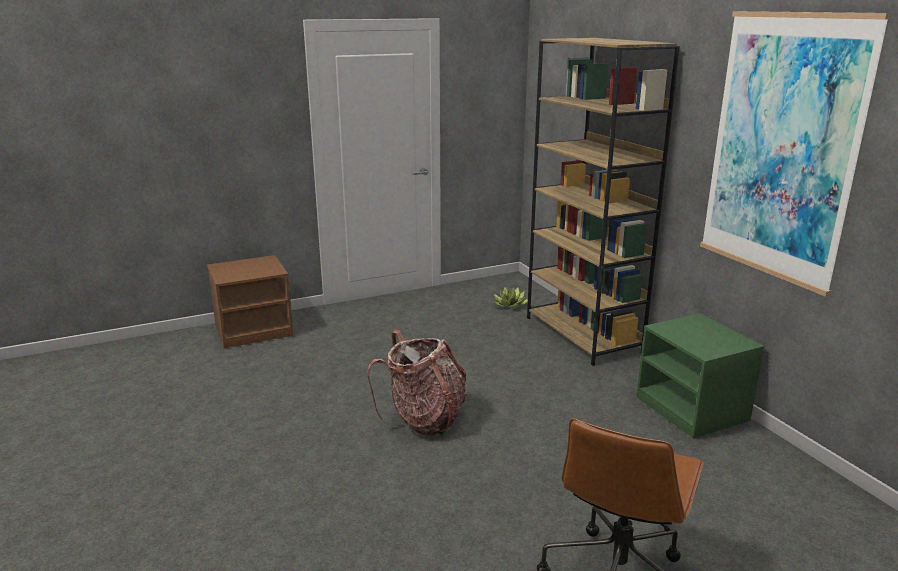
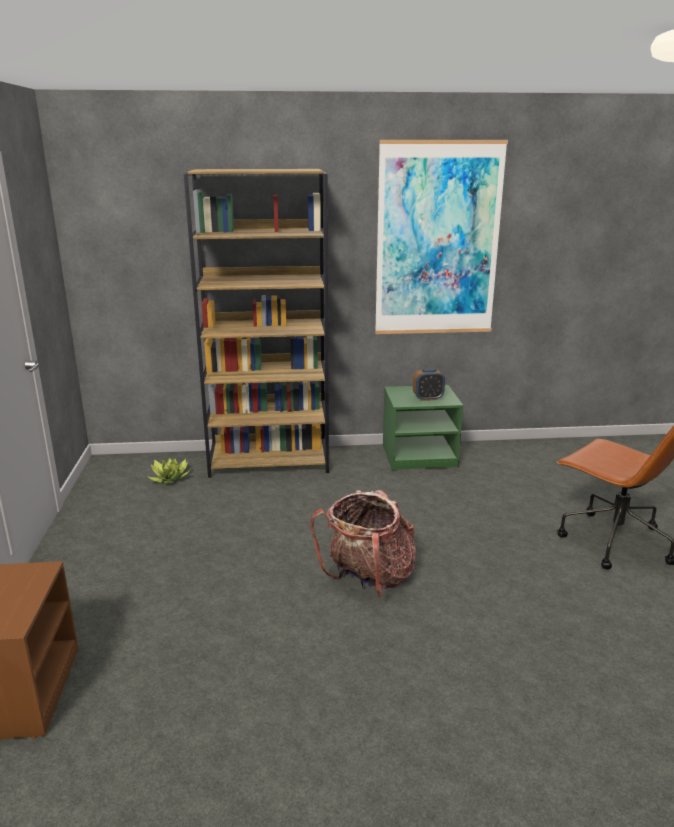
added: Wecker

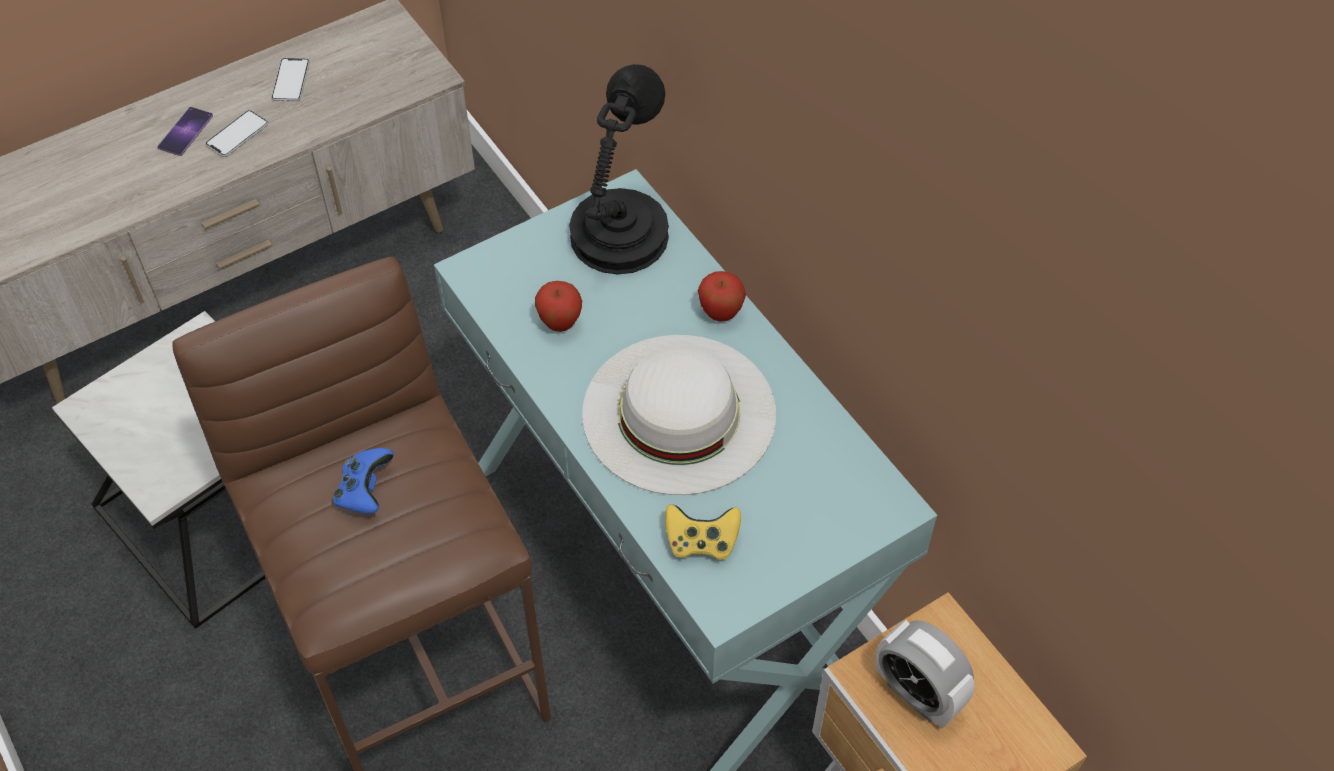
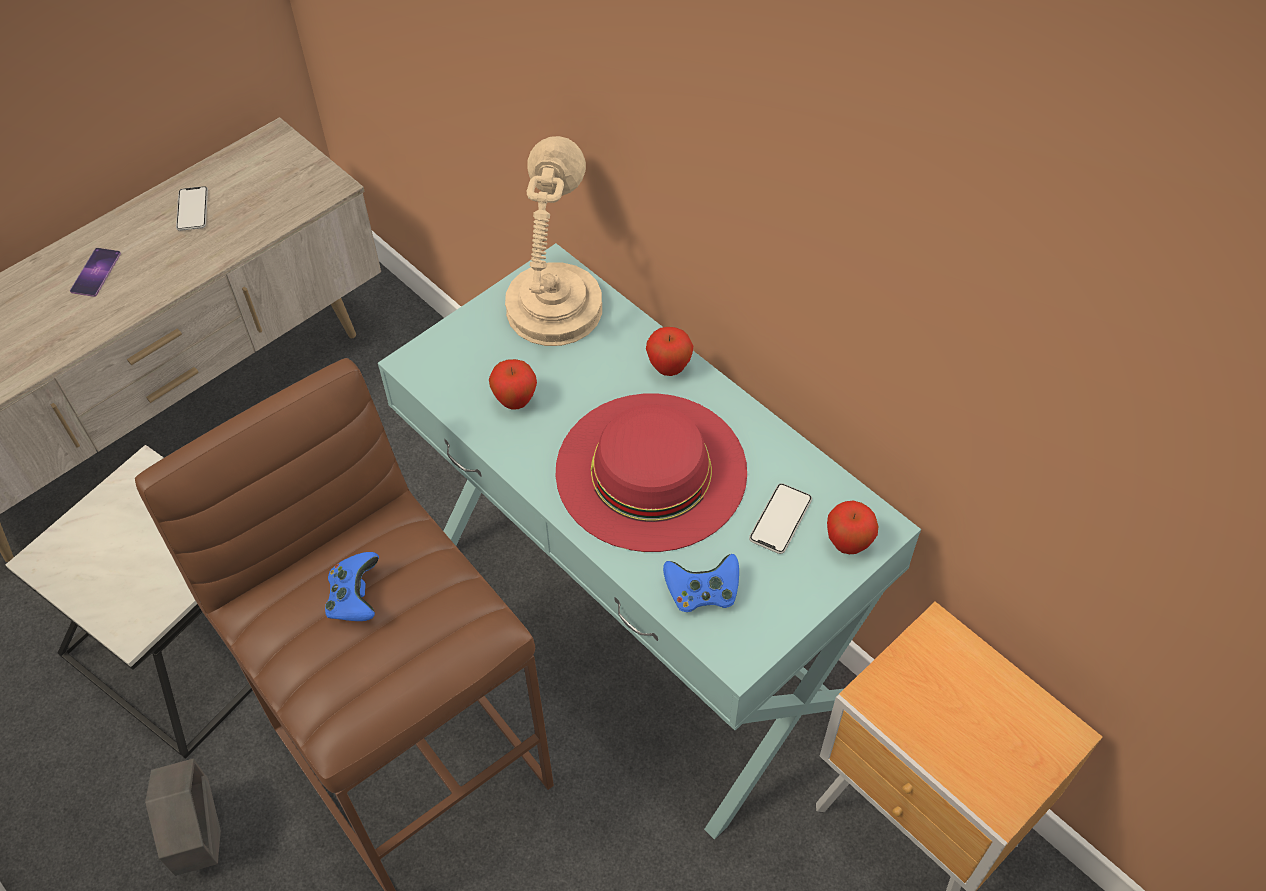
removed: Wecker
added: Pflanzkübel (grau); Apfel (3rd from left)
moved: Handy (2nd from left in the first image) to Handy (3rd from left)
recoloured: Tischlampe (schwarz) to Tischlampe (beige); Hut (weiß) to Hut (rot); Gamepad (gelb) to Gamepad (blau) (2nd from left)

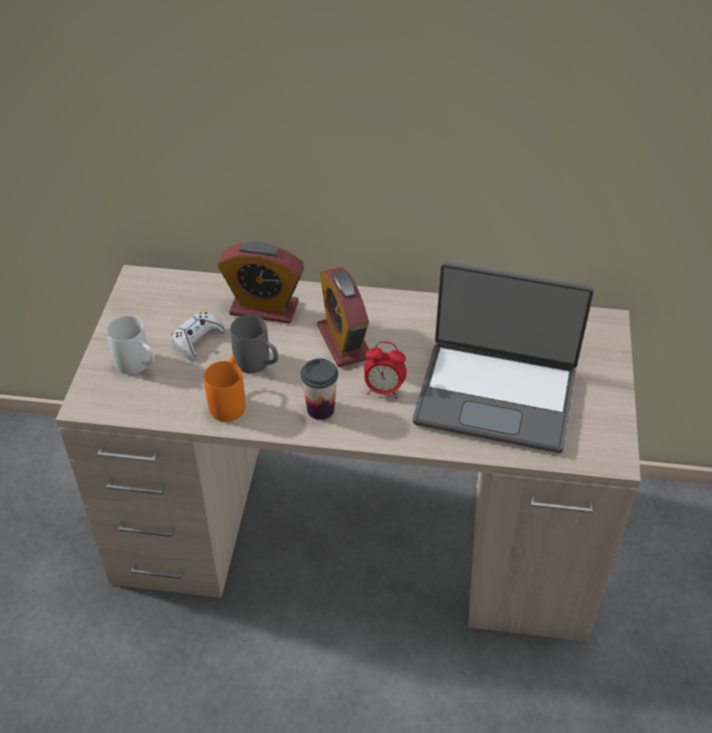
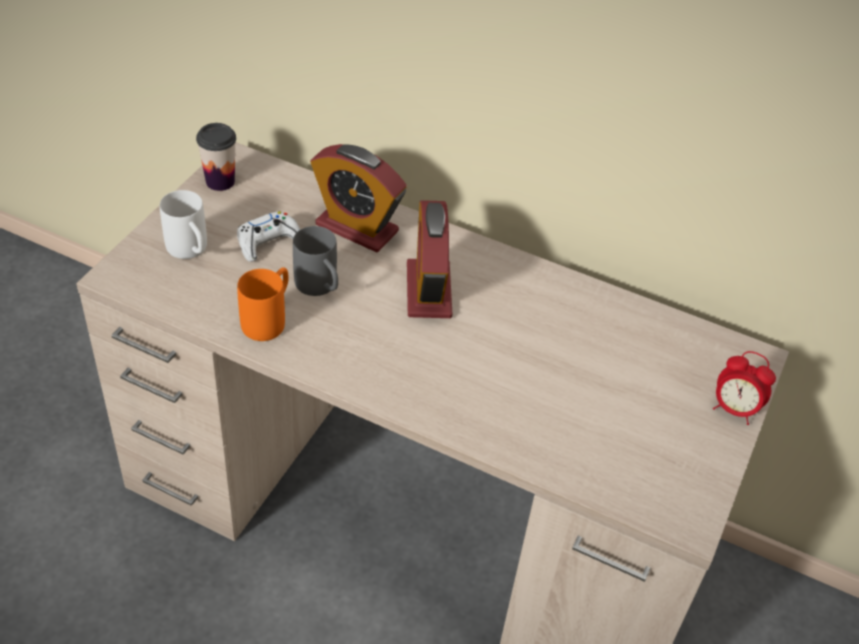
removed: Laptop
moved: Tasse; Wecker (3rd from left)

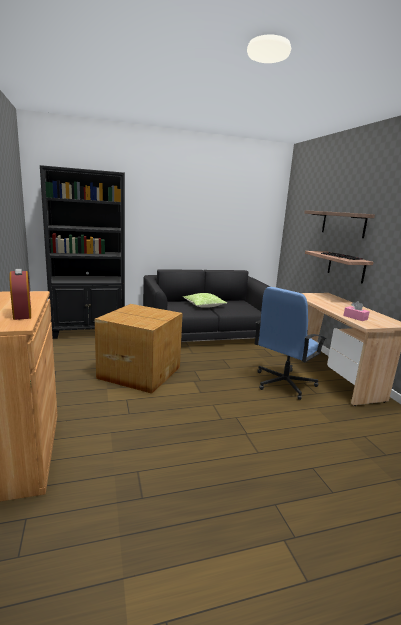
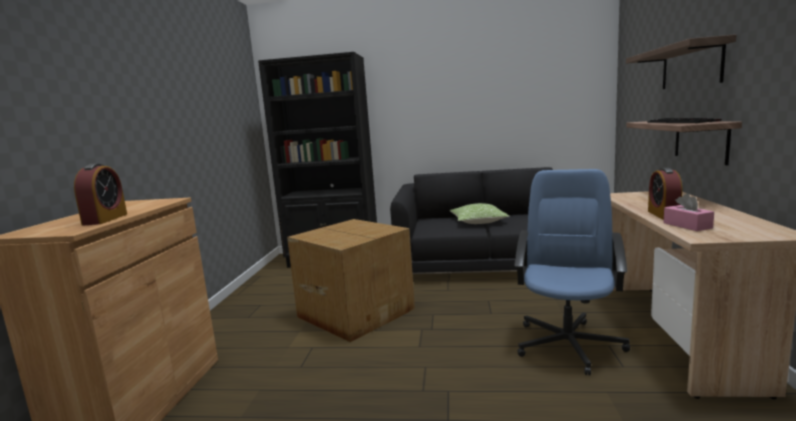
added: Wecker (2nd from left)
turned: Bürostuhl (blau) 135 degrees clockwise

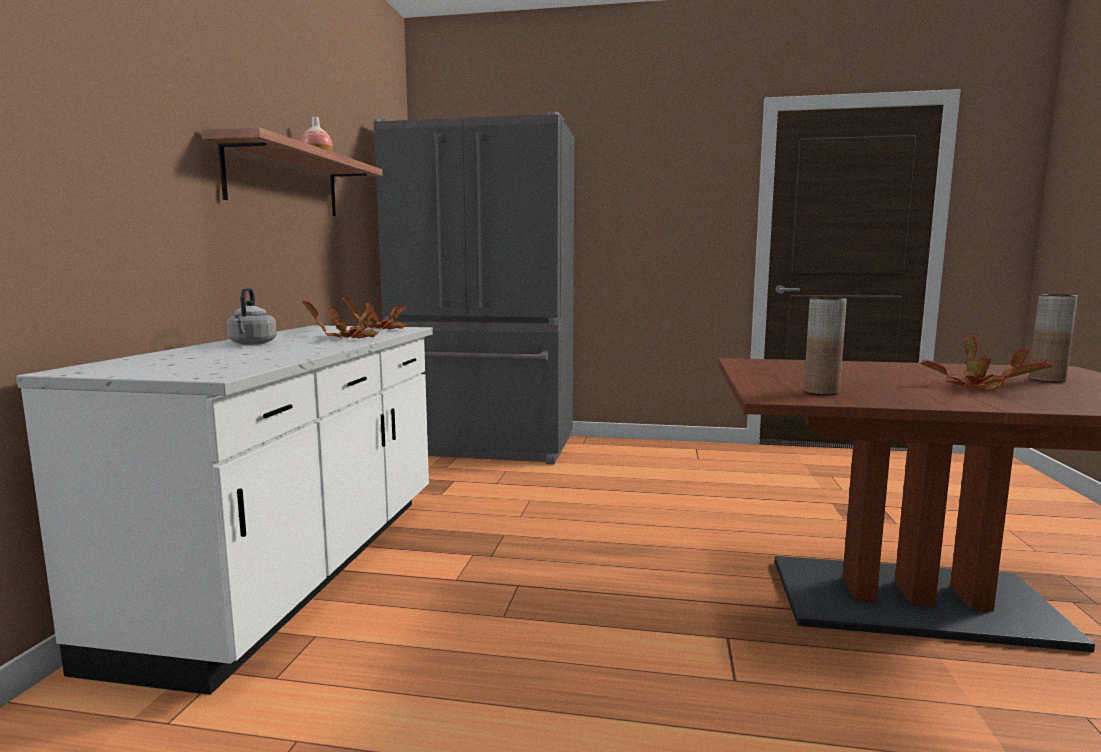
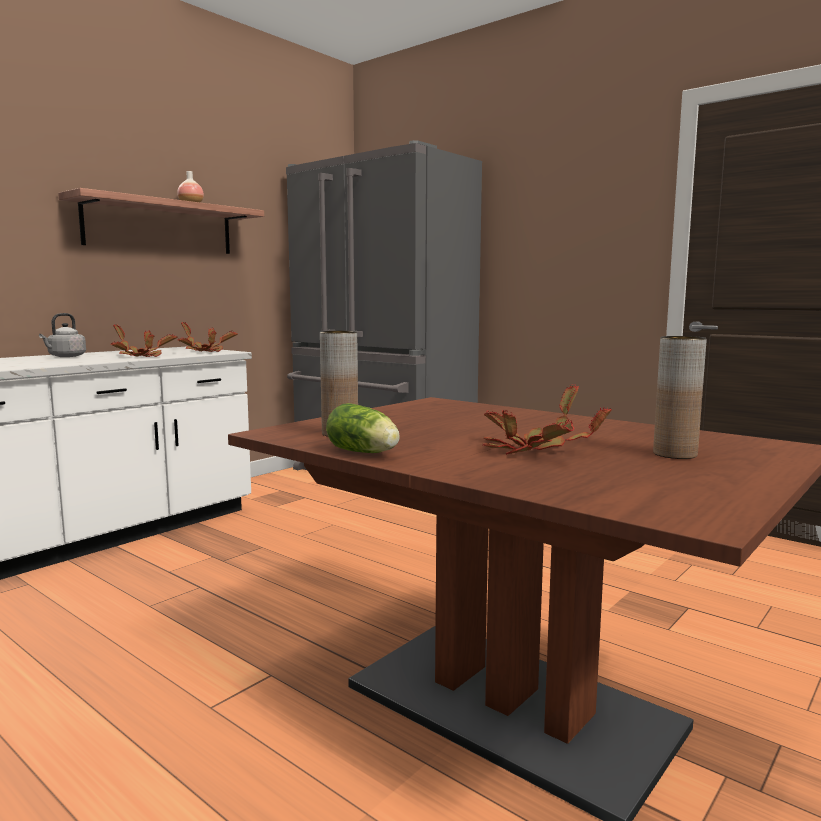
added: Salatkopf

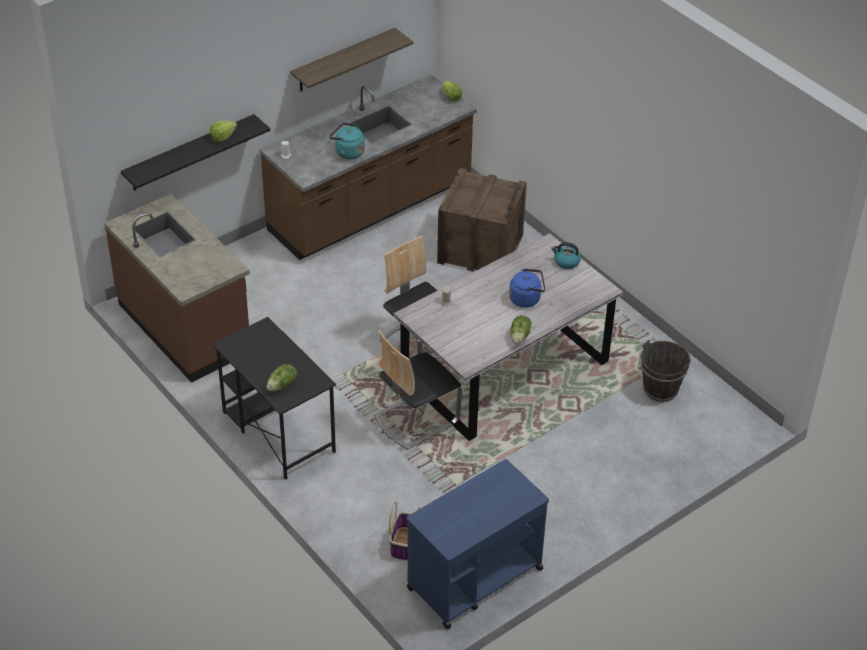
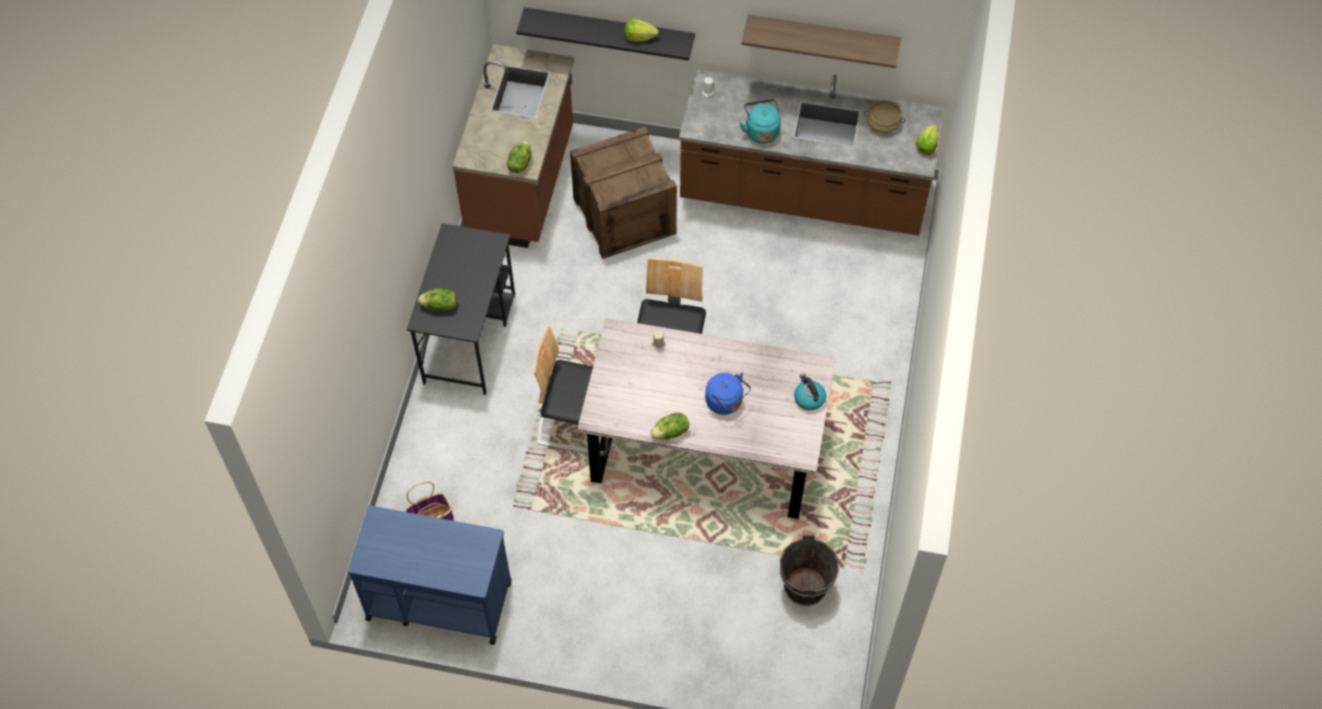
added: Salatkopf (2nd from left); Kochtopf (beige)
moved: Kiste

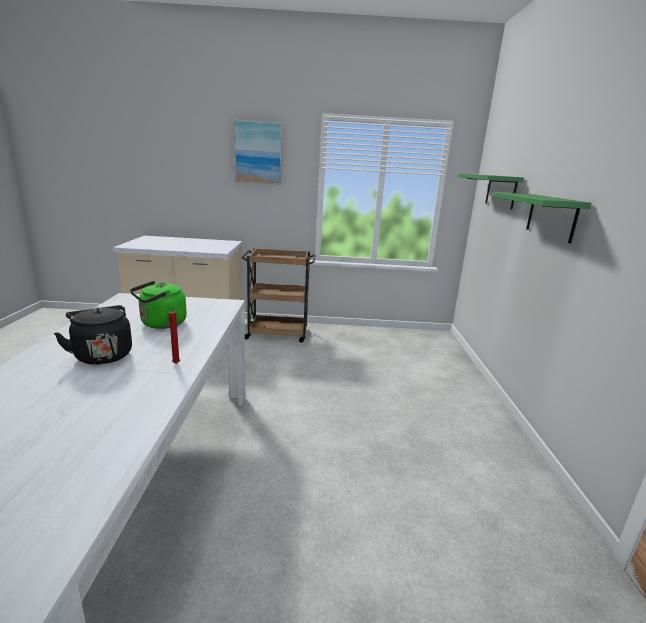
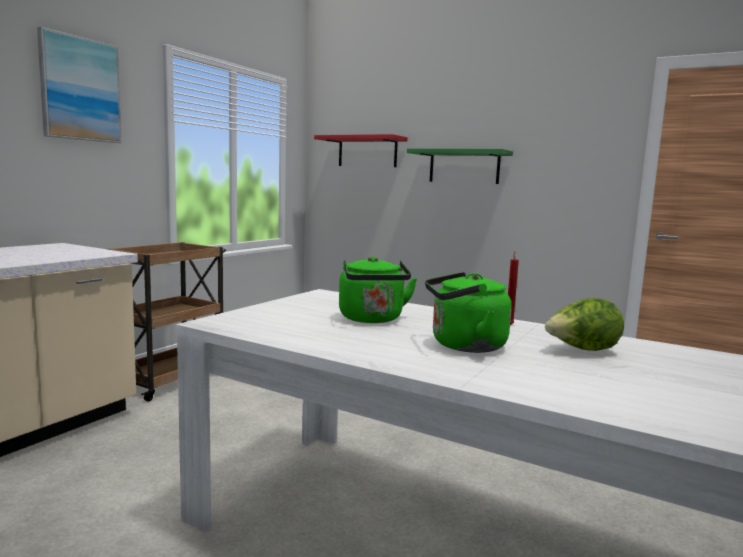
added: Salatkopf
recoloured: Wasserkessel (schwarz) to Wasserkessel (grün) (2nd from left); Wandregal (grün) (1st from left) to Wandregal (rot)

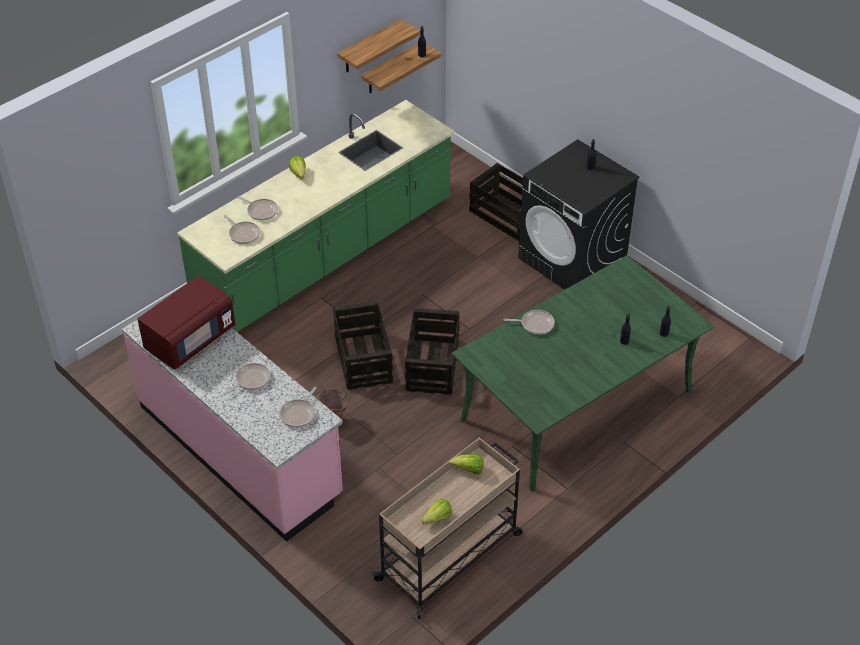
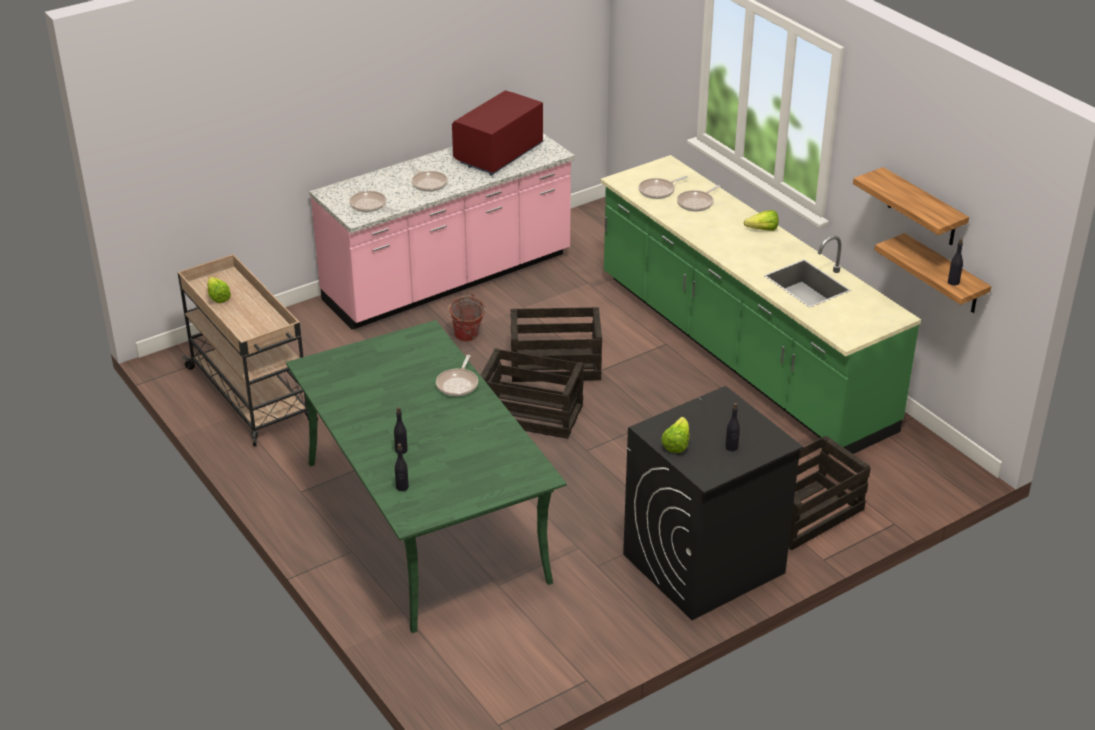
moved: Salatkopf (3rd from left in the first image) to Salatkopf (2nd from left)
turned: Mikrowelle (rot) 75 degrees clockwise

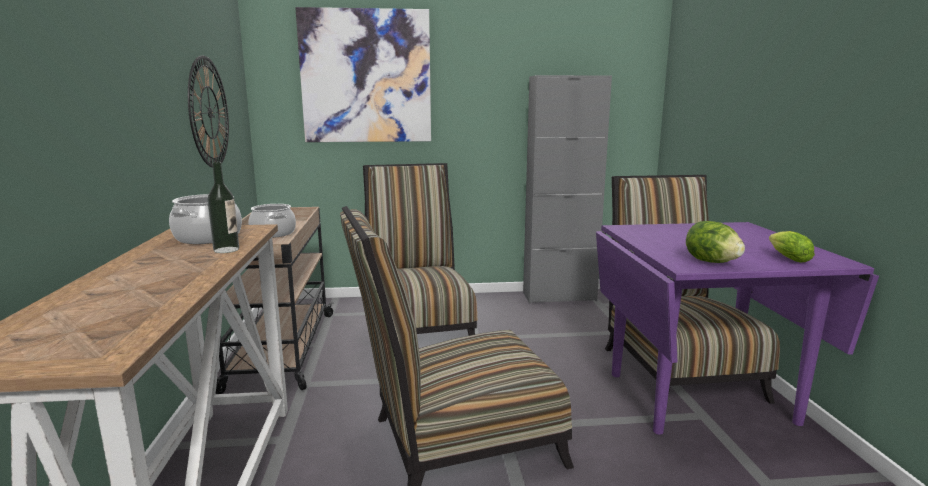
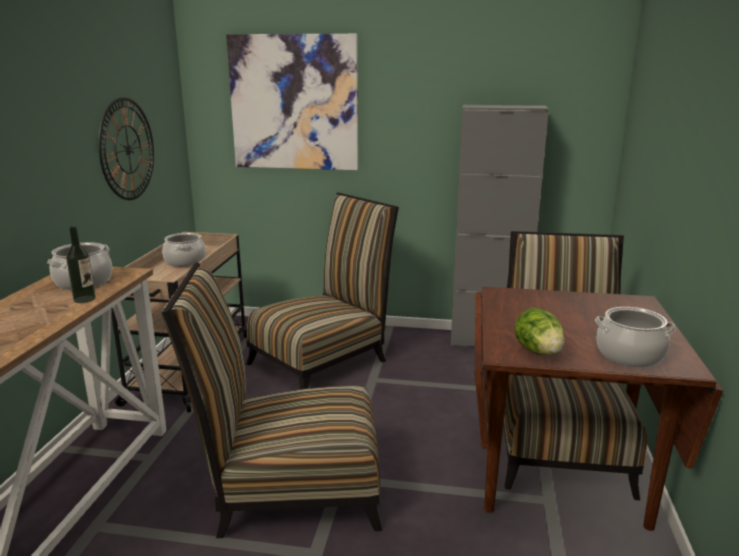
replaced: Salatkopf (2nd from left) to Kochtopf (3rd from left)
recoloured: Esstisch (lila) to Esstisch (braun)
turned: Stuhl (1st from left in the first image) 45 degrees clockwise

